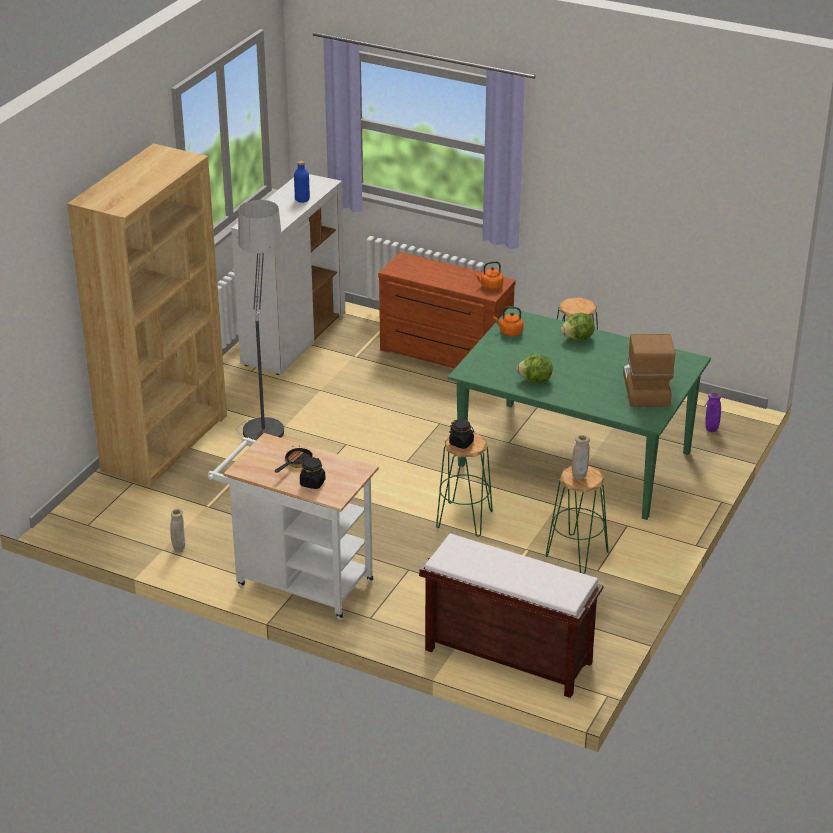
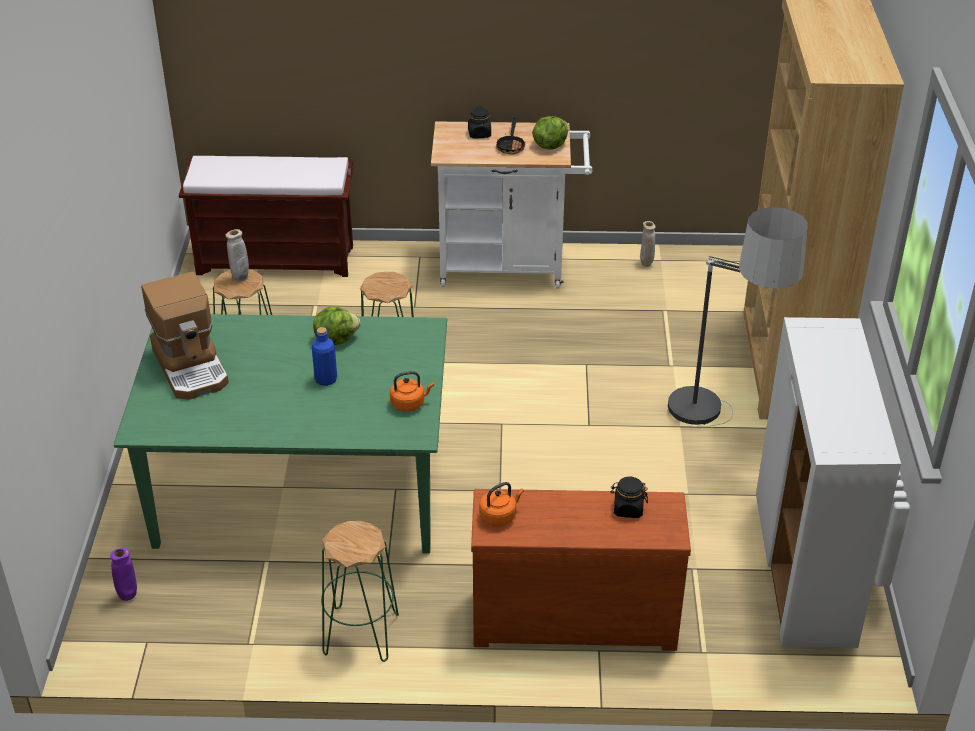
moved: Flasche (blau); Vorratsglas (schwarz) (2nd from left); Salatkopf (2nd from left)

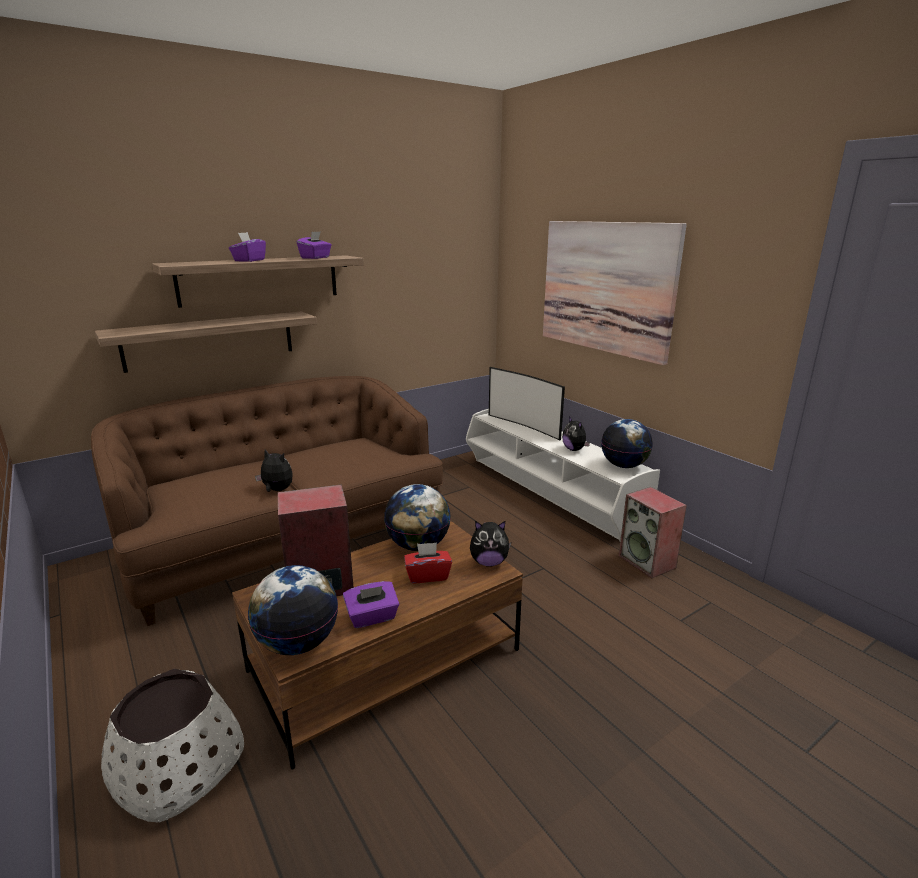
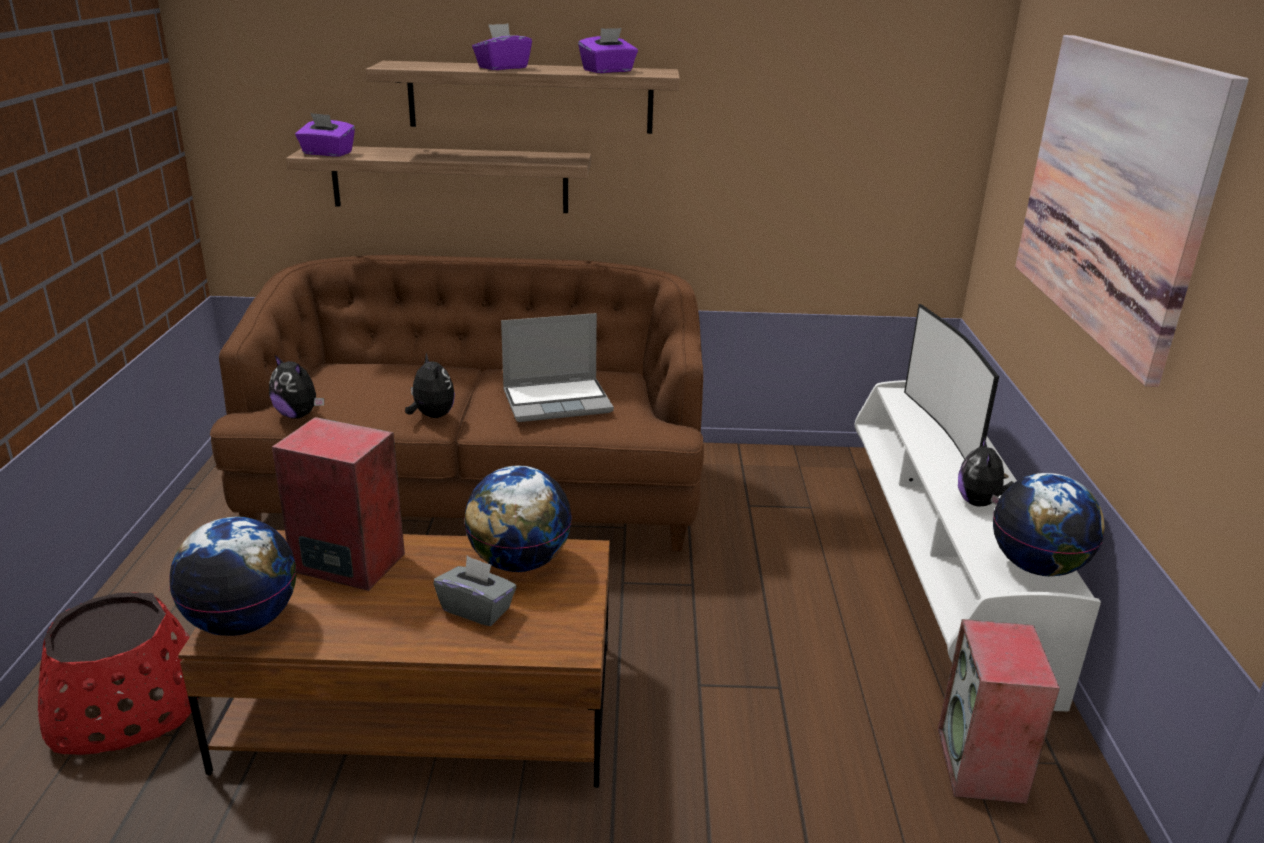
added: Laptop
moved: Taschentuchbox (lila) (3rd from left in the first image) to Taschentuchbox (lila) (1st from left); Plüschtier (2nd from left in the first image) to Plüschtier (1st from left)
recoloured: Pflanzkübel (weiß) to Pflanzkübel (rot); Taschentuchbox (rot) to Taschentuchbox (grau)

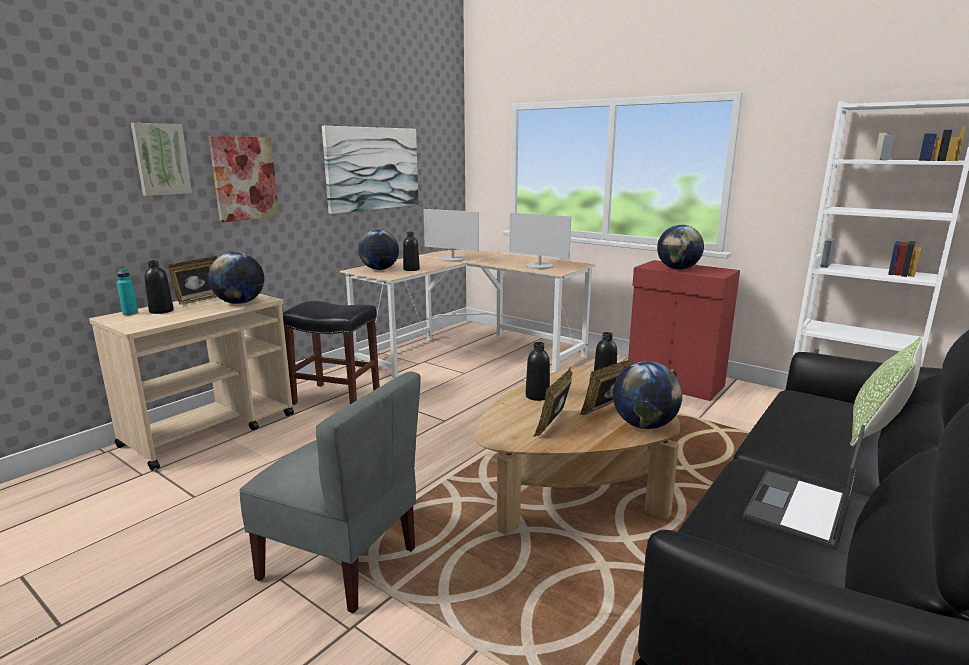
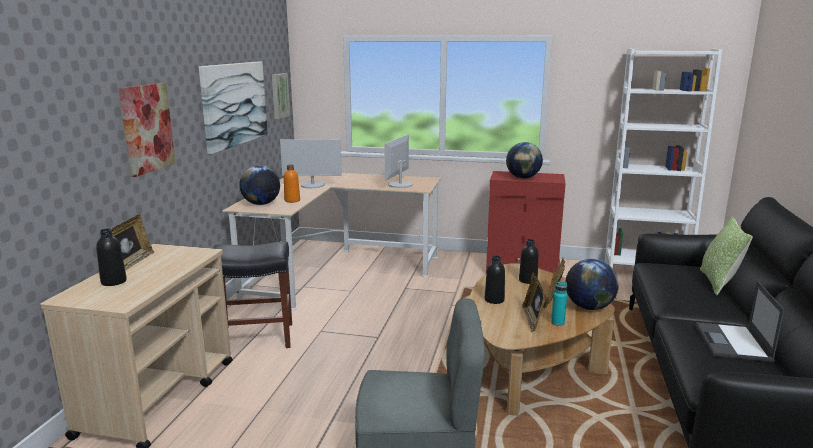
removed: Globus (1st from left)
moved: Flasche (türkis); Bild (1st from left in the first image) to Bild (3rd from left)
recoloured: Flasche (schwarz) (2nd from left) to Flasche (orange)
turned: Monitor (2nd from left) 105 degrees clockwise

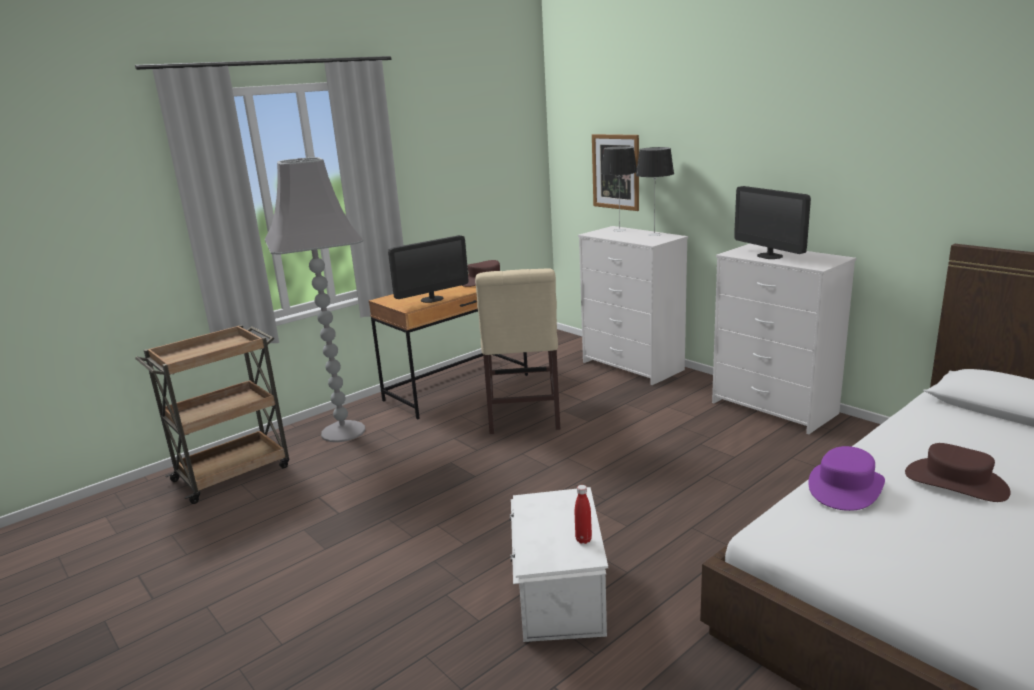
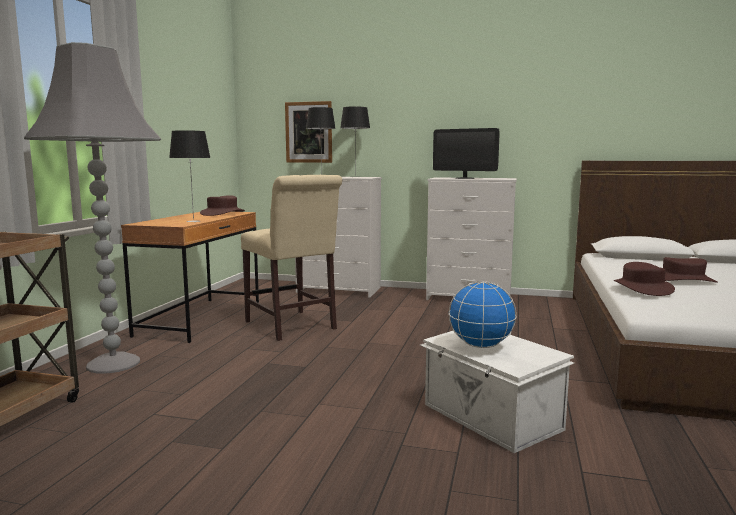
removed: Flasche (rot)
added: Globus
replaced: Monitor (1st from left) to Tischlampe (1st from left)
recoloured: Hut (lila) to Hut (braun) (2nd from left)

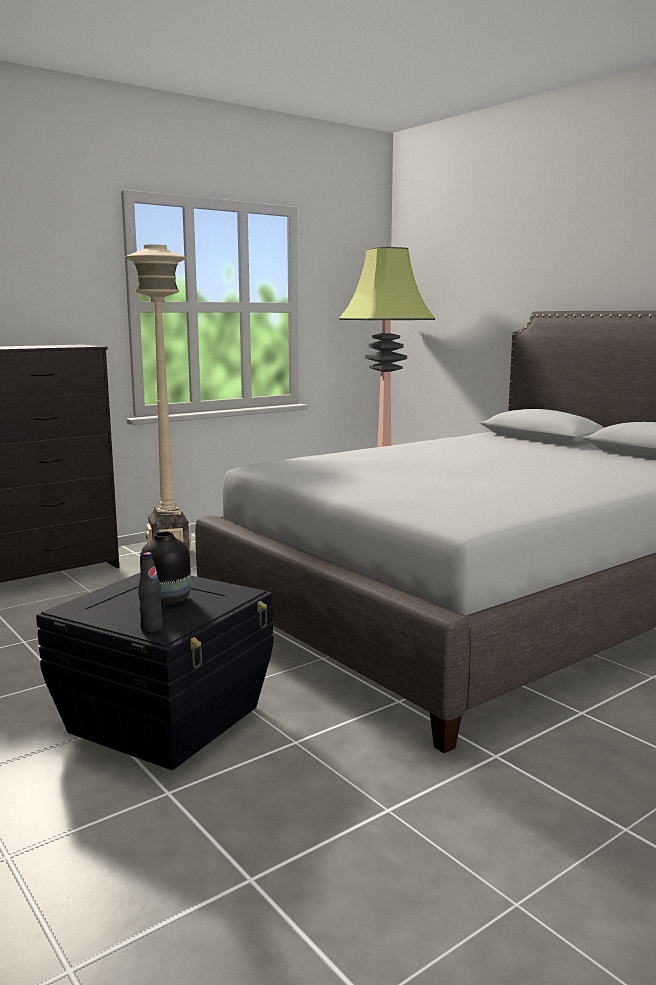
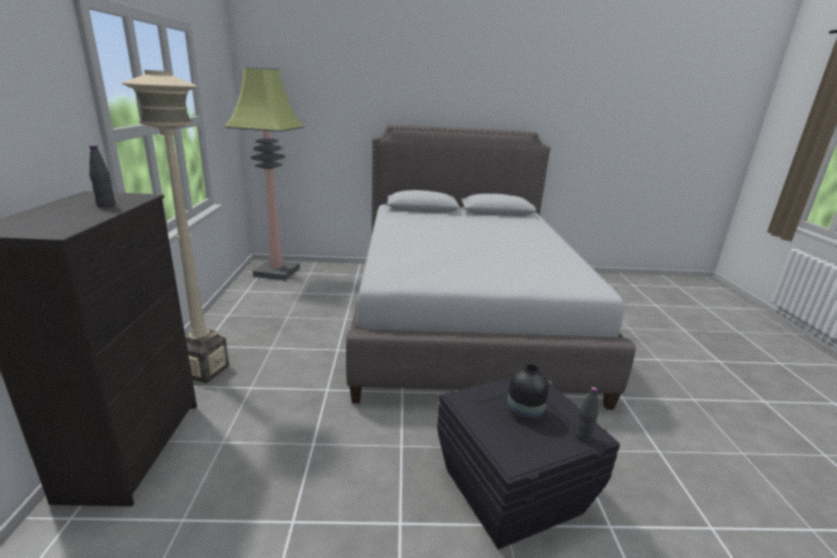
added: Flasche (schwarz) (1st from left)

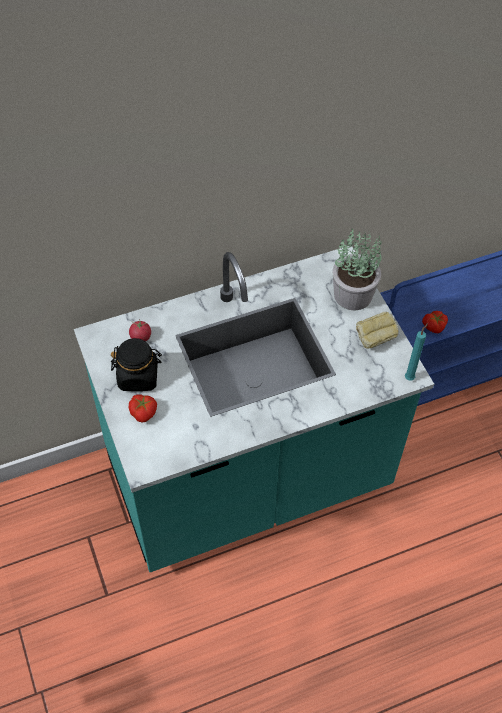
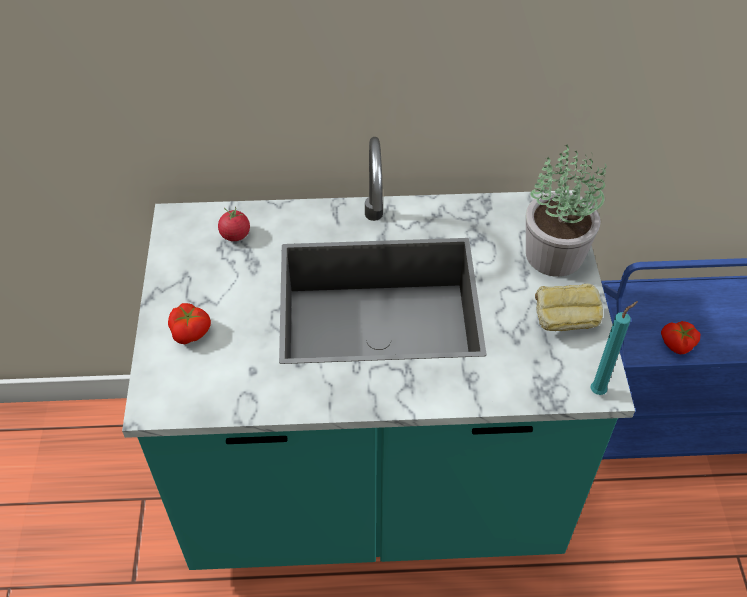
removed: Vorratsglas (schwarz)

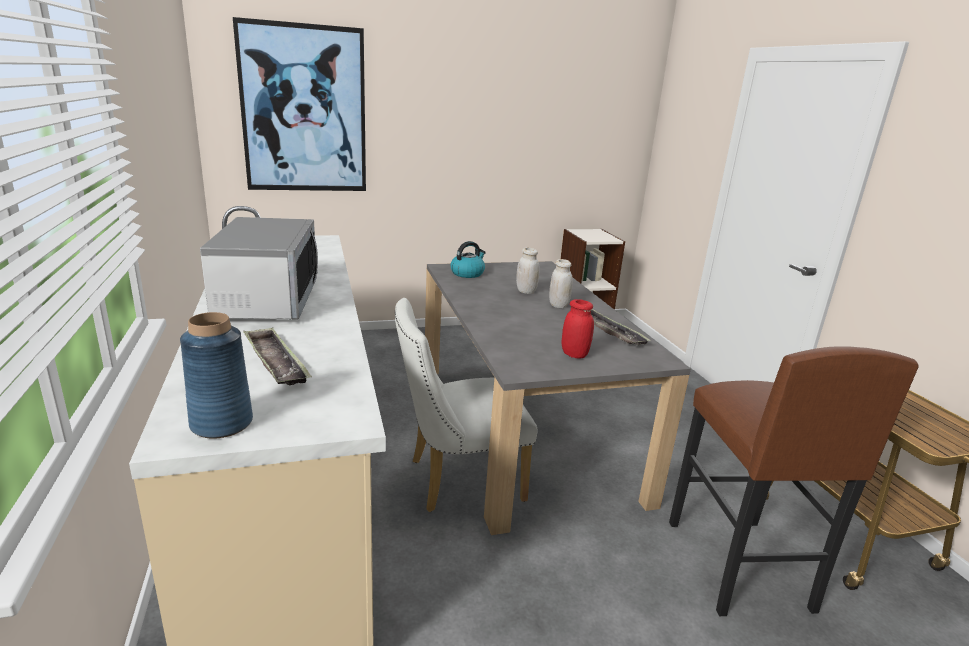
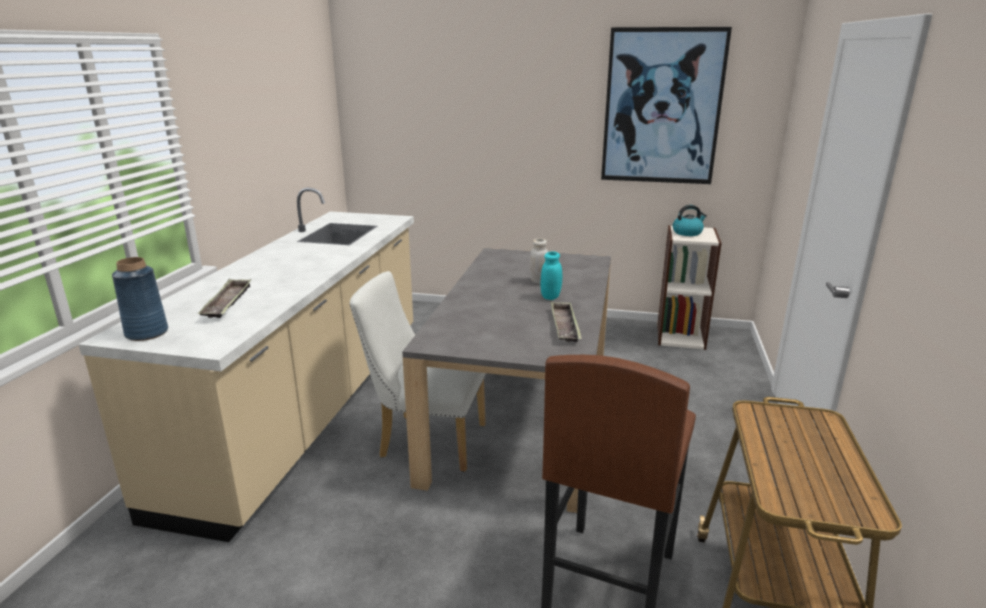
removed: Mikrowelle; Vorratsglas (rot)
moved: Bild; Wasserkessel
recoloured: Vorratsglas (weiß) (2nd from left) to Vorratsglas (türkis)

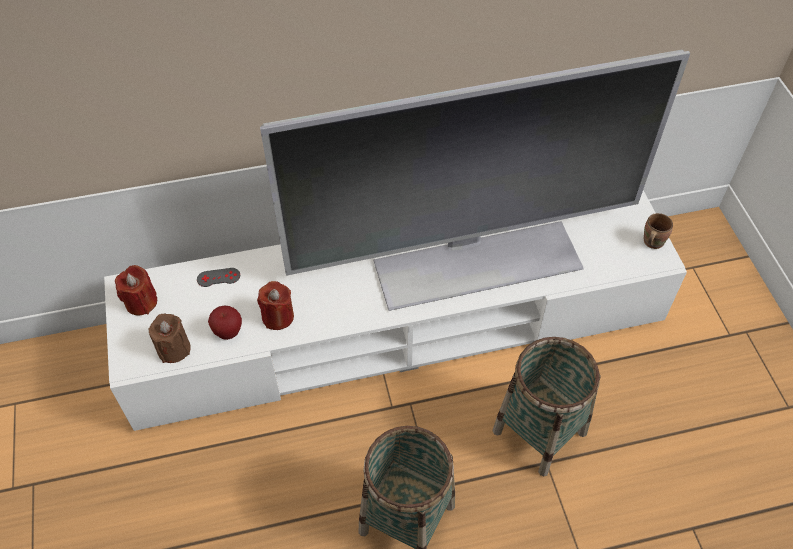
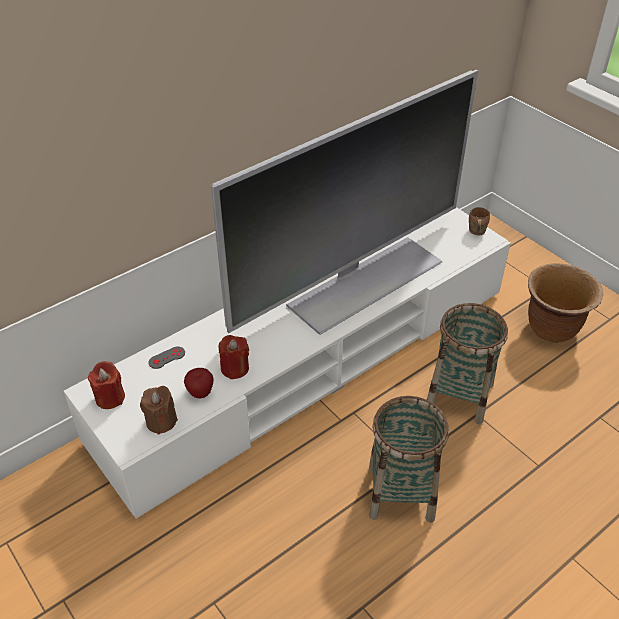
added: Pflanzkübel (braun)

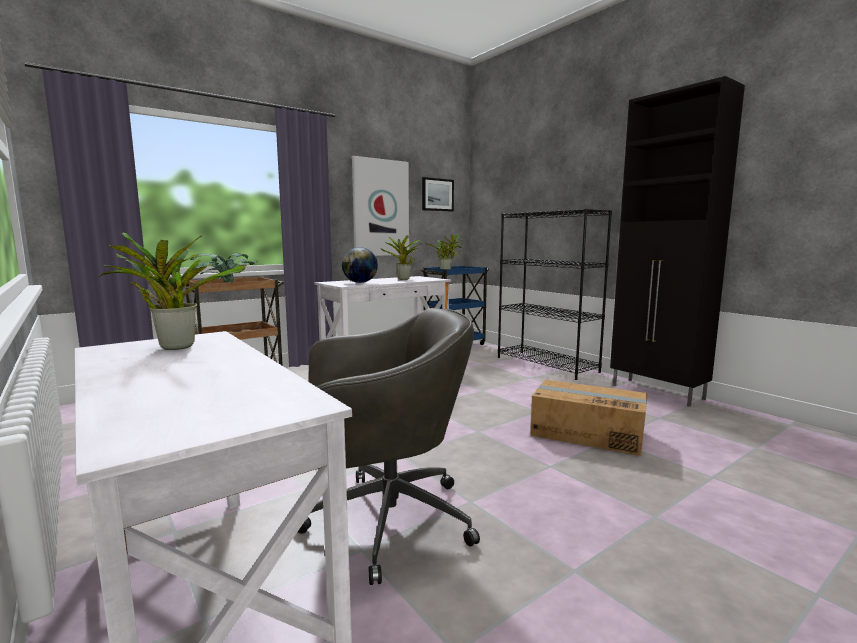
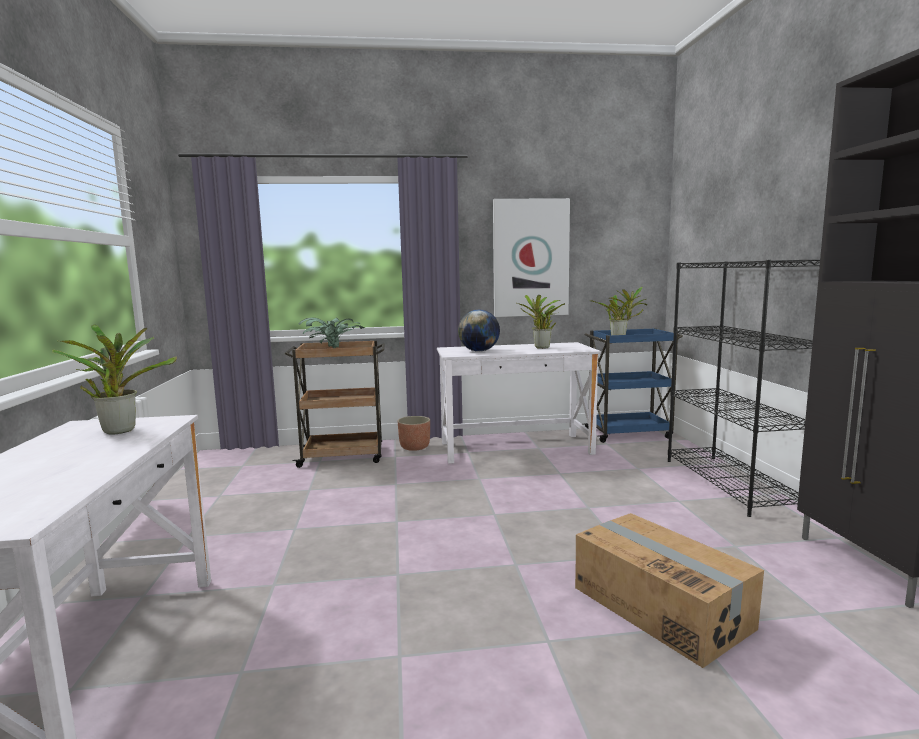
removed: Bürostuhl (grau); Bild (2nd from left)
added: Pflanzkübel

